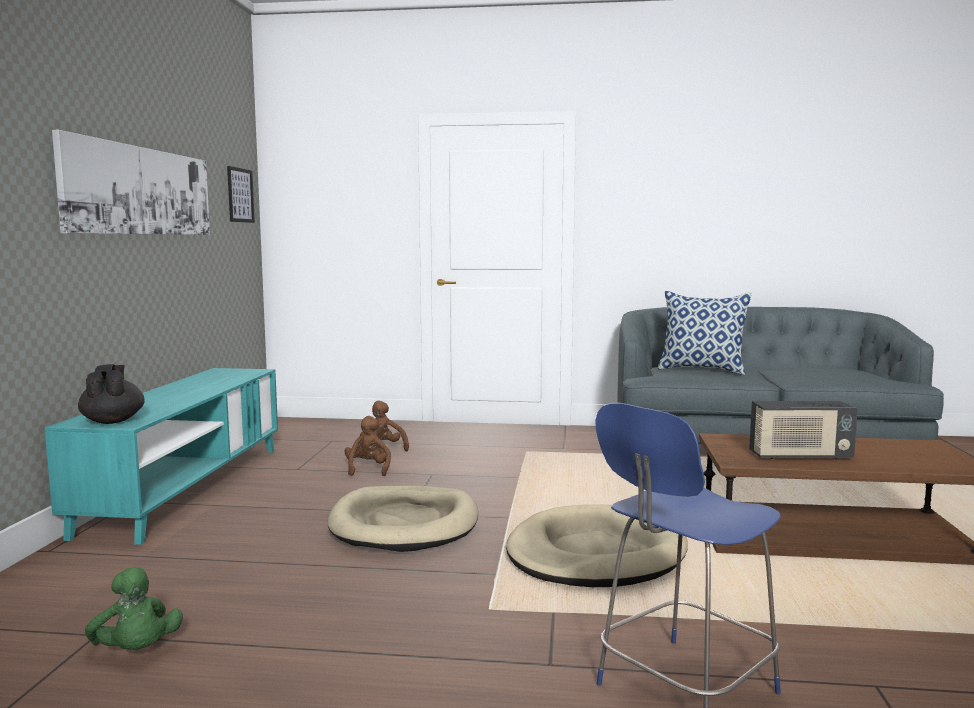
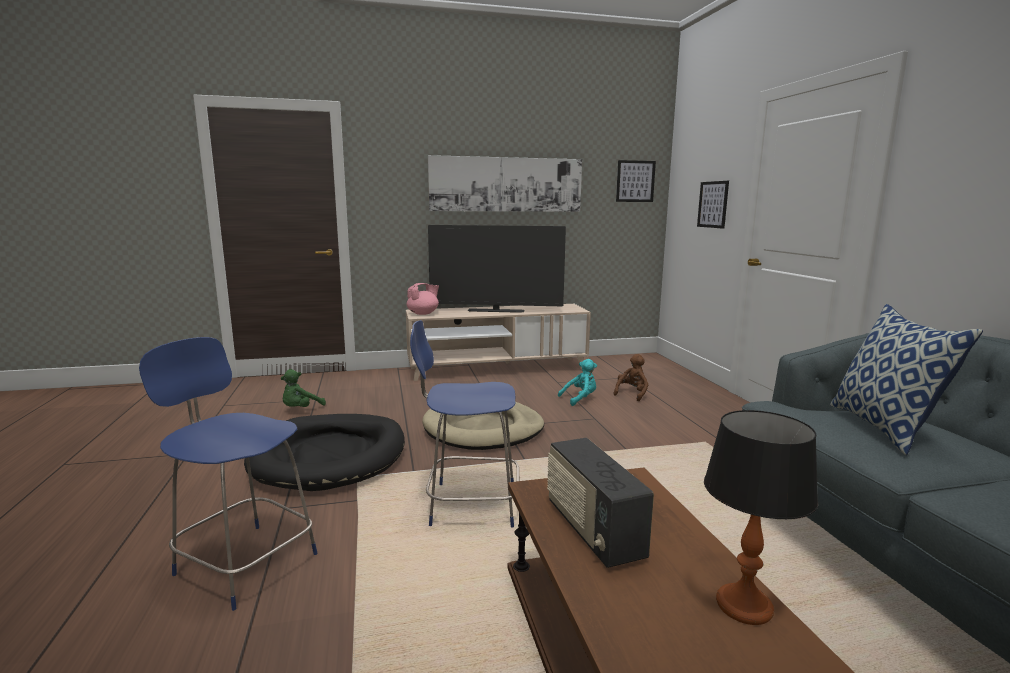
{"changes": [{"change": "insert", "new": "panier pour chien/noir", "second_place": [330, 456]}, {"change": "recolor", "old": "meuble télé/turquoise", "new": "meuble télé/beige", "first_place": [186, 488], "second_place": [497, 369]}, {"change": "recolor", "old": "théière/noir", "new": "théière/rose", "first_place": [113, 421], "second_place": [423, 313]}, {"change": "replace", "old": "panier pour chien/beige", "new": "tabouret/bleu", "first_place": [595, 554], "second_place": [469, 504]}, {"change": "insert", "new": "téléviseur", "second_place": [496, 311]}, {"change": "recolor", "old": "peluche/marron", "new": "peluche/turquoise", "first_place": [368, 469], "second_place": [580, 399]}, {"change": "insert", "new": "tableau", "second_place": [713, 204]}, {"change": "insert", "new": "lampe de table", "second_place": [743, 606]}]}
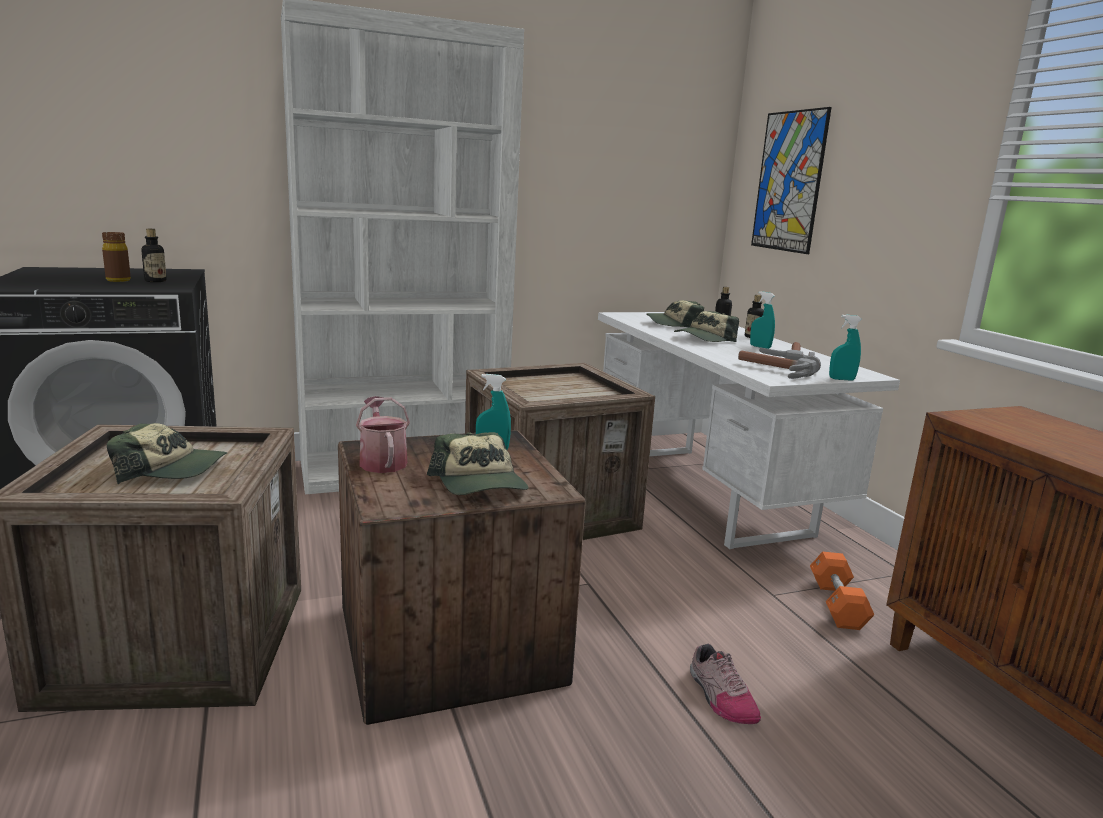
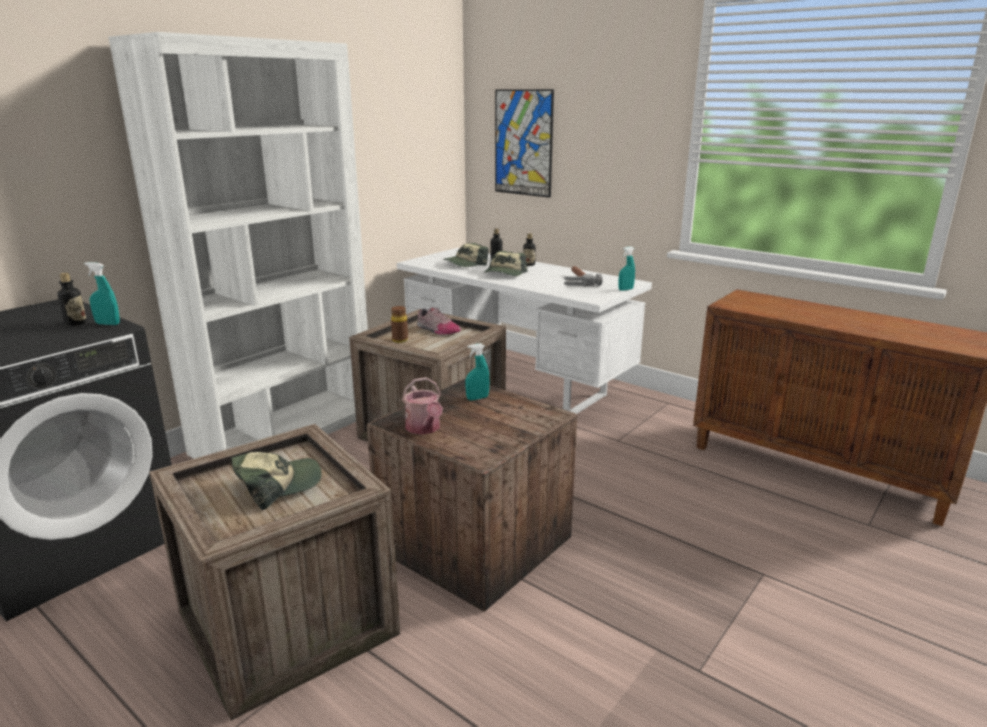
{"changes": [{"change": "move", "old": "vaporisateur/turquoise", "first_place": [760, 347], "second_place": [108, 324]}, {"change": "move", "old": "bouteille/marron", "first_place": [118, 280], "second_place": [400, 340]}, {"change": "rotate", "old": "arrosoir", "first_place": [382, 461], "second_place": [424, 428], "degrees": -150}, {"change": "move", "old": "chaussure", "first_place": [720, 697], "second_place": [437, 330]}, {"change": "delete", "old": "casquette", "first_place": [480, 484]}, {"change": "delete", "old": "marteau", "first_place": [772, 372]}, {"change": "delete", "old": "haltère/orange", "first_place": [837, 604]}]}
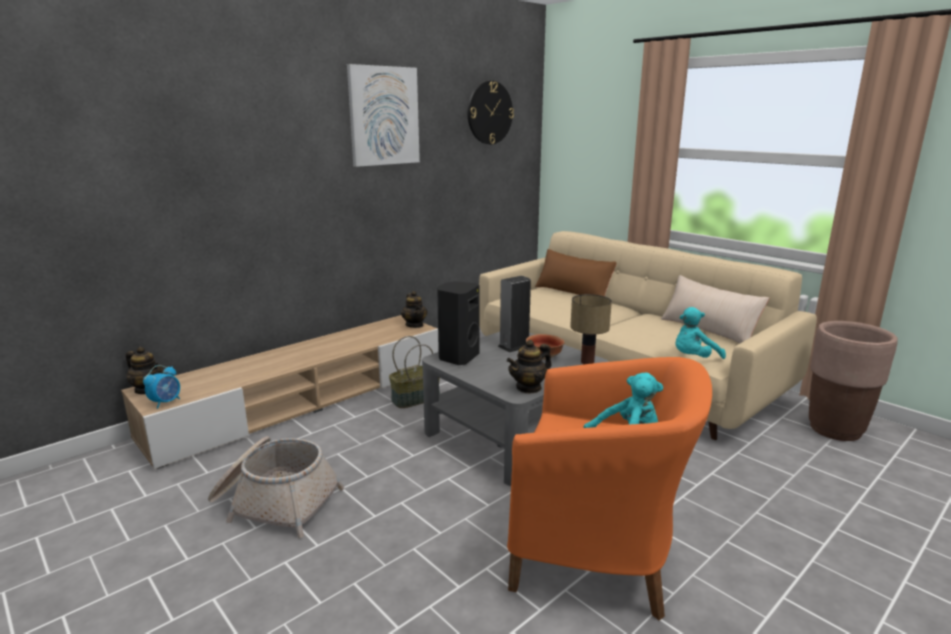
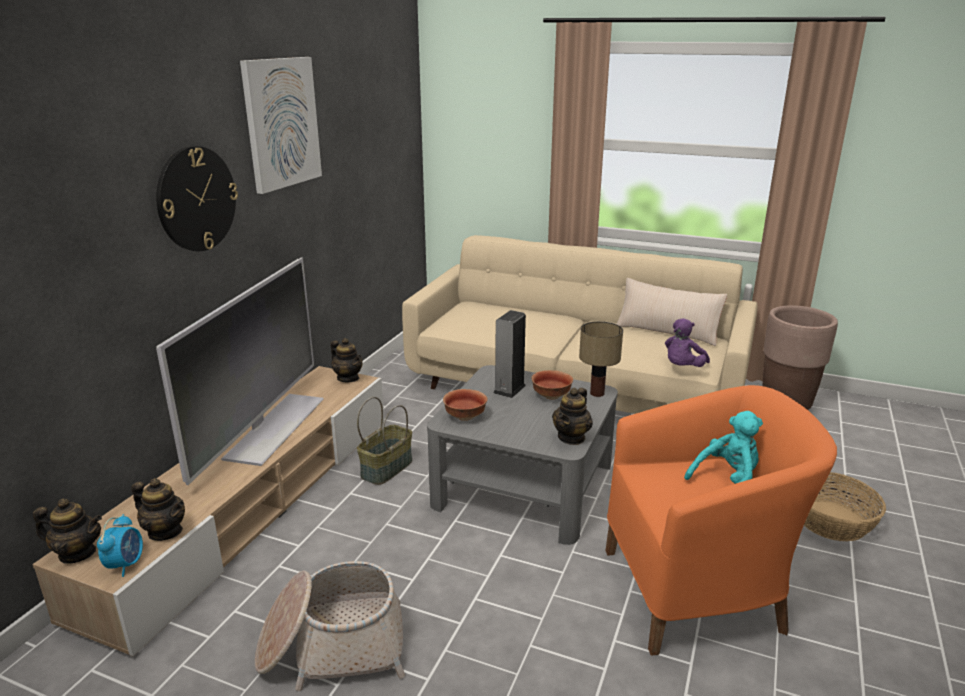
{"changes": [{"change": "insert", "new": "théière", "second_place": [165, 531]}, {"change": "move", "old": "horloge murale", "first_place": [489, 113], "second_place": [196, 199]}, {"change": "insert", "new": "téléviseur", "second_place": [273, 427]}, {"change": "replace", "old": "enceinte/noir", "new": "bol", "first_place": [457, 357], "second_place": [465, 416]}, {"change": "recolor", "old": "peluche/turquoise", "new": "peluche/violet", "first_place": [694, 358], "second_place": [682, 367]}, {"change": "insert", "new": "panier", "second_place": [832, 521]}, {"change": "delete", "old": "coussin/marron", "first_place": [573, 292]}]}
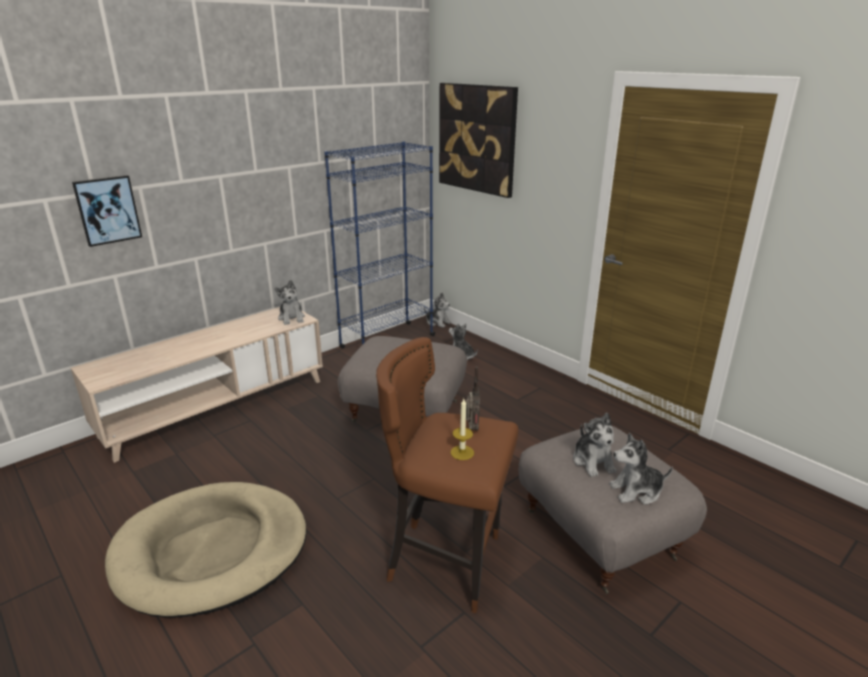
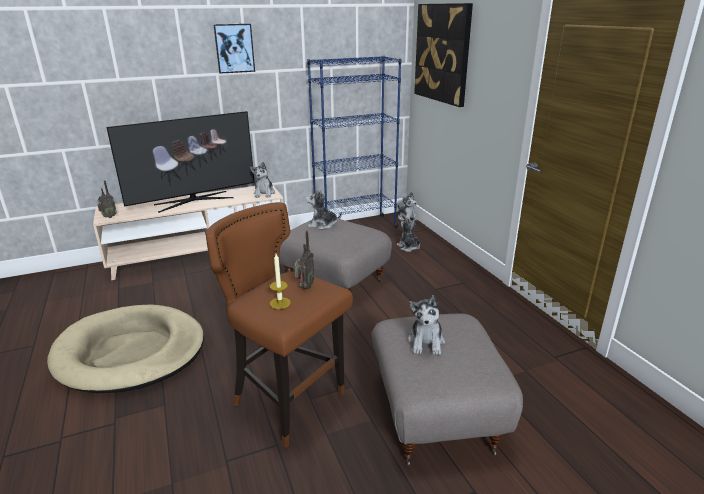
{"changes": [{"change": "insert", "new": "radio", "second_place": [109, 217]}, {"change": "insert", "new": "téléviseur", "second_place": [193, 201]}, {"change": "move", "old": "tableau", "first_place": [107, 210], "second_place": [234, 48]}, {"change": "move", "old": "peluche", "first_place": [636, 491], "second_place": [322, 225]}]}
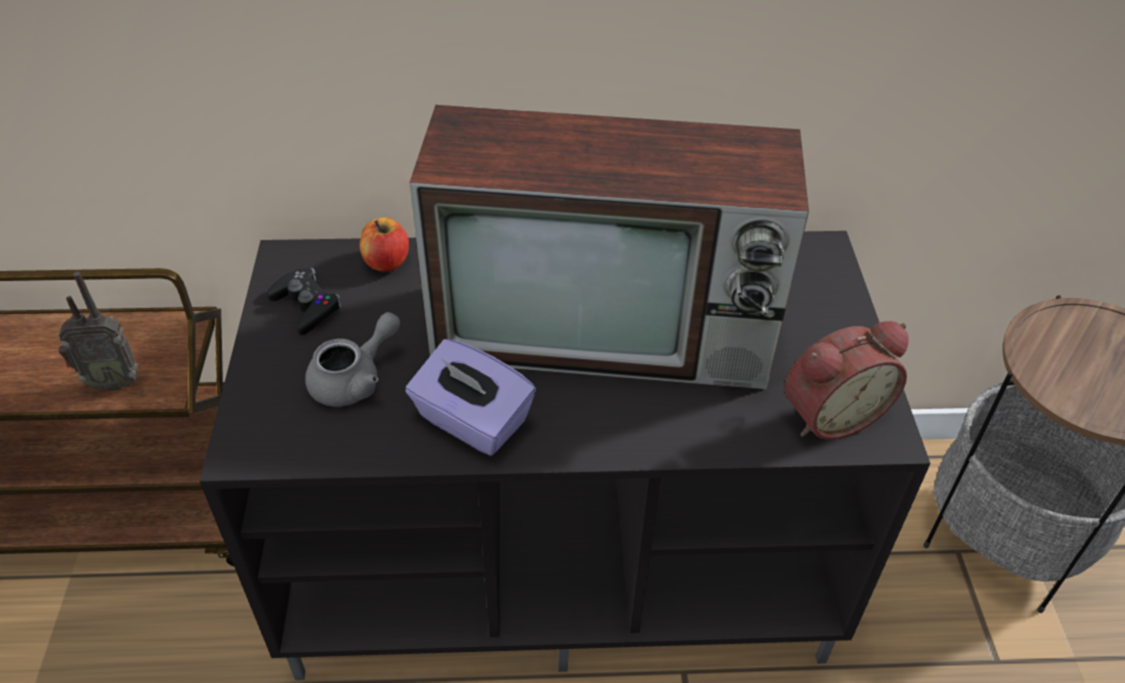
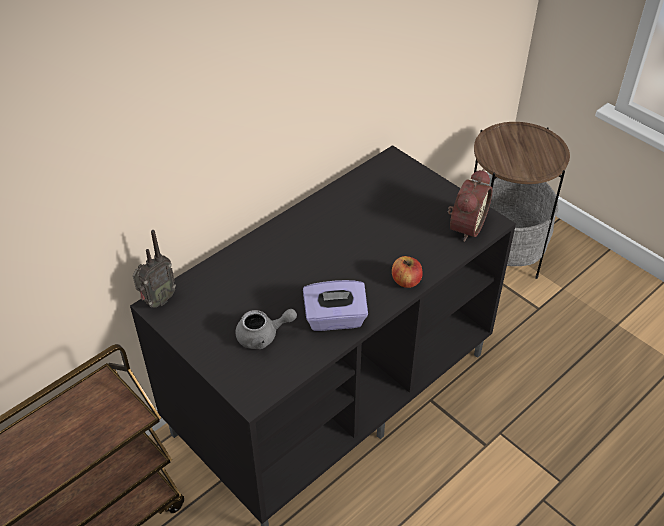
{"changes": [{"change": "move", "old": "radio", "first_place": [113, 381], "second_place": [157, 301]}, {"change": "rotate", "old": "théière/gris", "first_place": [355, 379], "second_place": [263, 336], "degrees": 75}, {"change": "move", "old": "pomme", "first_place": [387, 262], "second_place": [406, 281]}, {"change": "delete", "old": "manette/noir", "first_place": [306, 306]}, {"change": "delete", "old": "téléviseur", "first_place": [608, 331]}]}
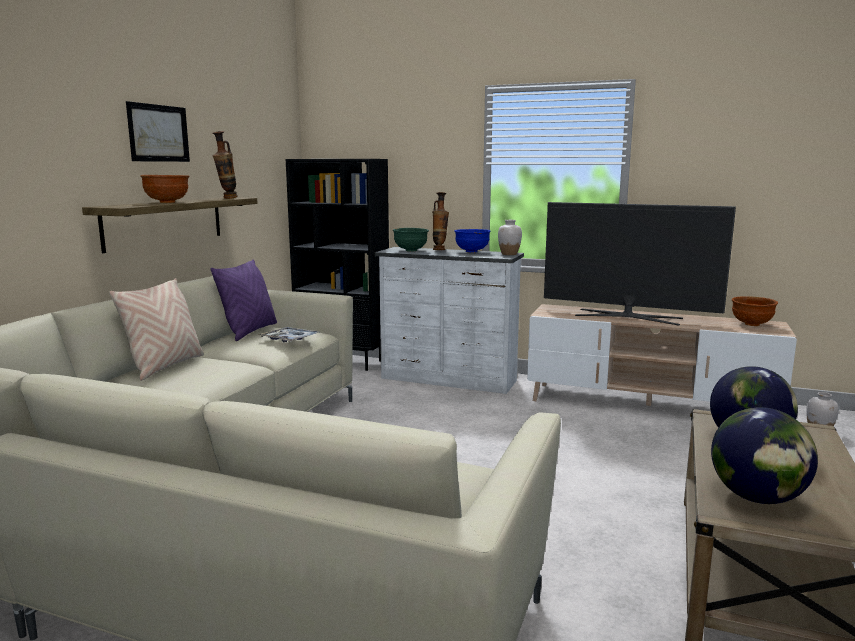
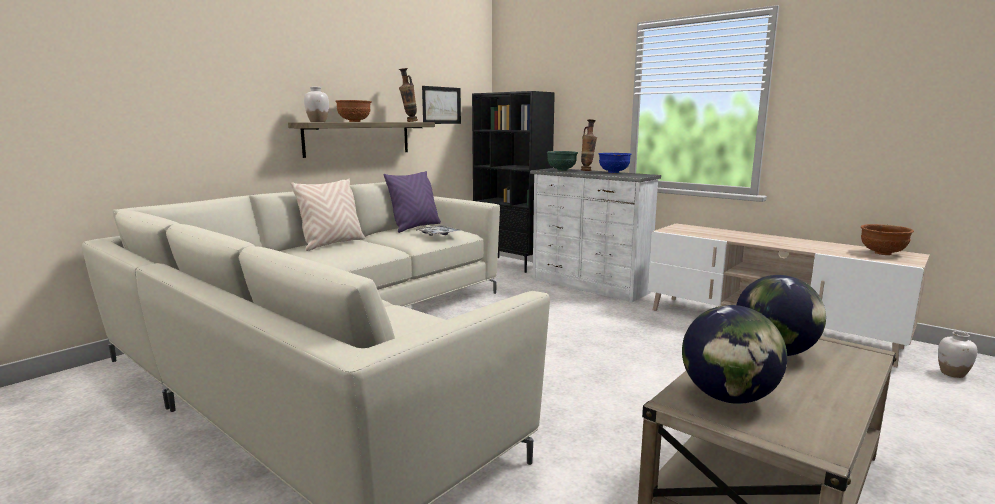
{"changes": [{"change": "move", "old": "vase/blanc", "first_place": [509, 254], "second_place": [318, 122]}, {"change": "move", "old": "tableau", "first_place": [158, 133], "second_place": [441, 105]}, {"change": "delete", "old": "téléviseur", "first_place": [628, 317]}]}
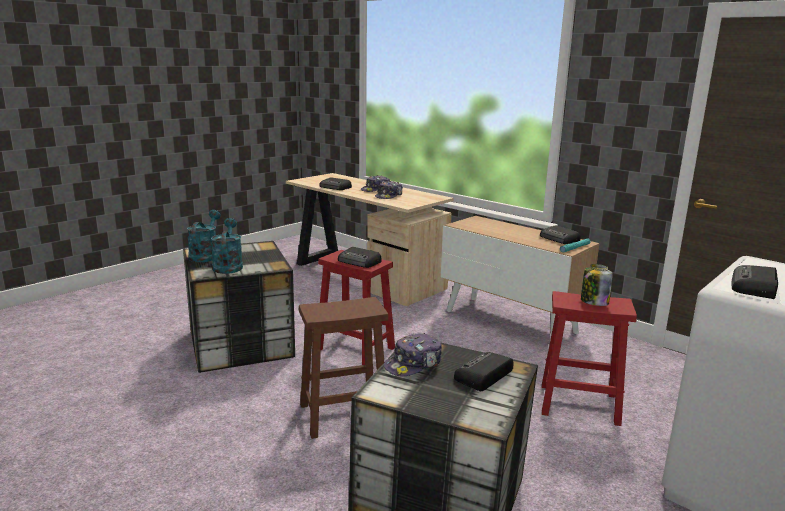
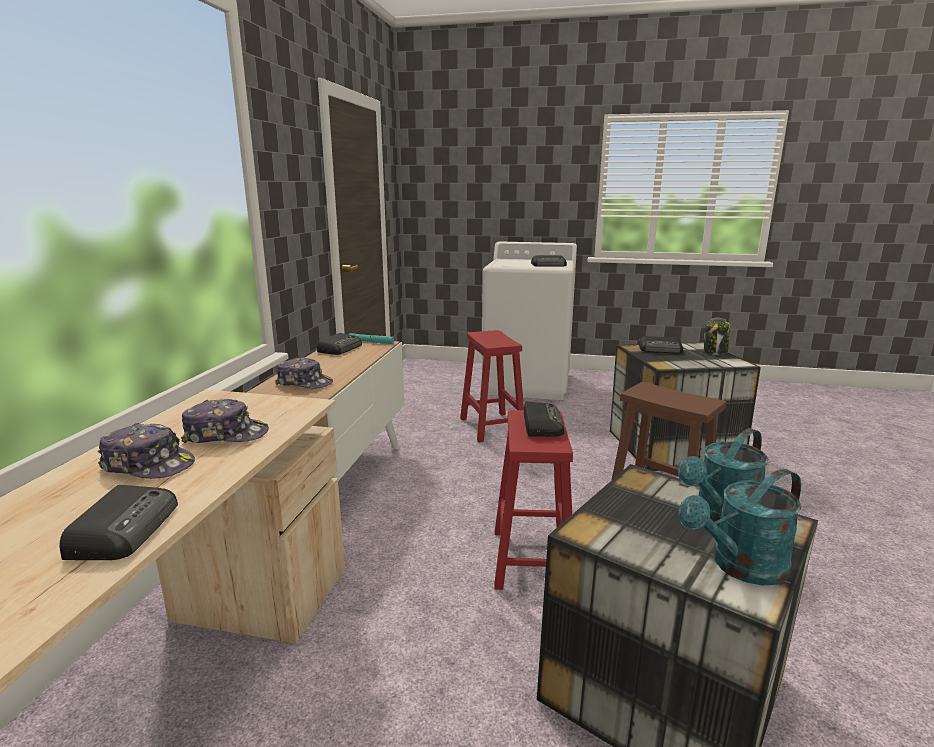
{"changes": [{"change": "move", "old": "casquette", "first_place": [413, 364], "second_place": [304, 383]}, {"change": "move", "old": "bocal", "first_place": [594, 302], "second_place": [715, 352]}]}
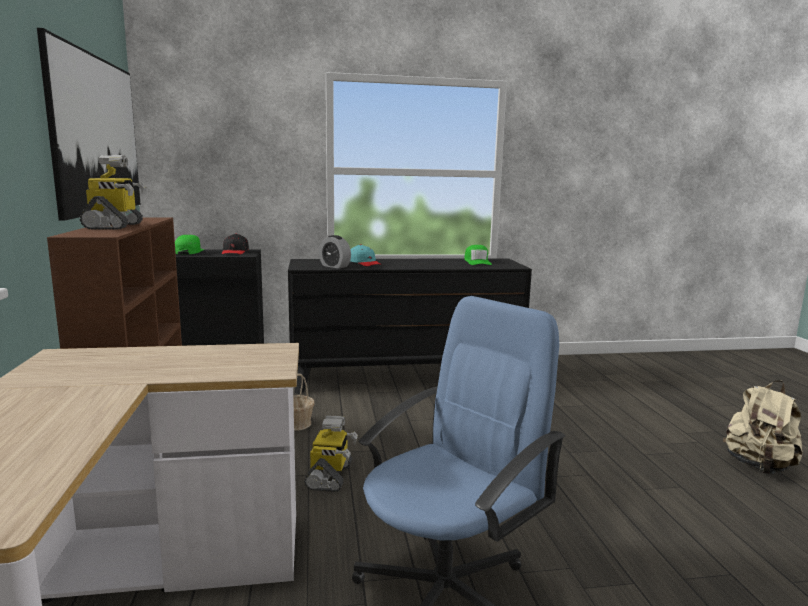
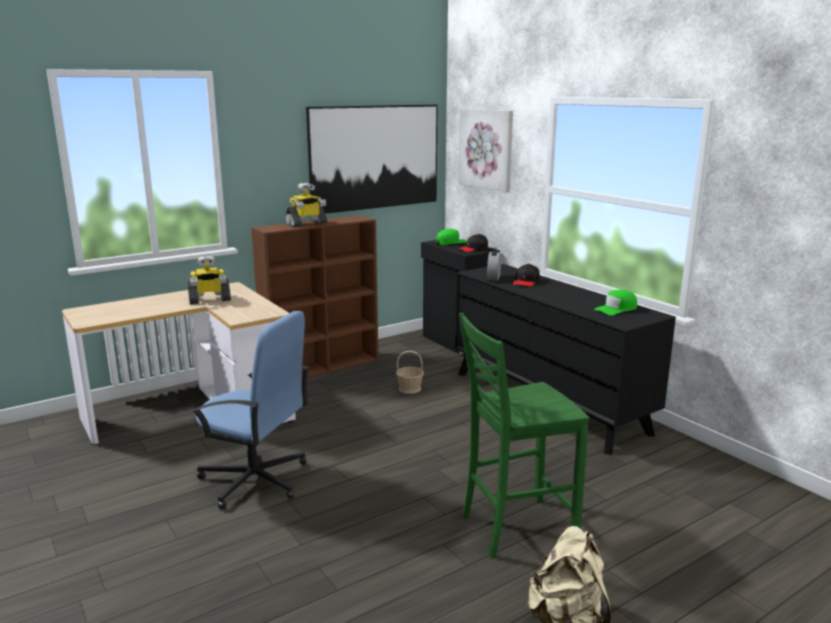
{"changes": [{"change": "move", "old": "robot jouet", "first_place": [330, 476], "second_place": [209, 300]}, {"change": "insert", "new": "tableau", "second_place": [486, 149]}, {"change": "insert", "new": "chaise/vert", "second_place": [515, 527]}, {"change": "recolor", "old": "casquette/turquoise", "new": "casquette/noir", "first_place": [365, 263], "second_place": [526, 282]}]}
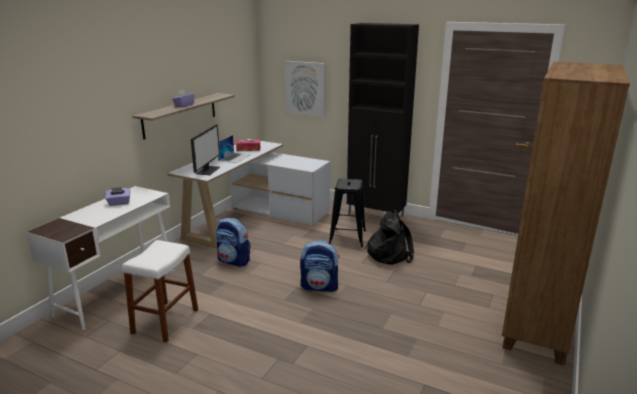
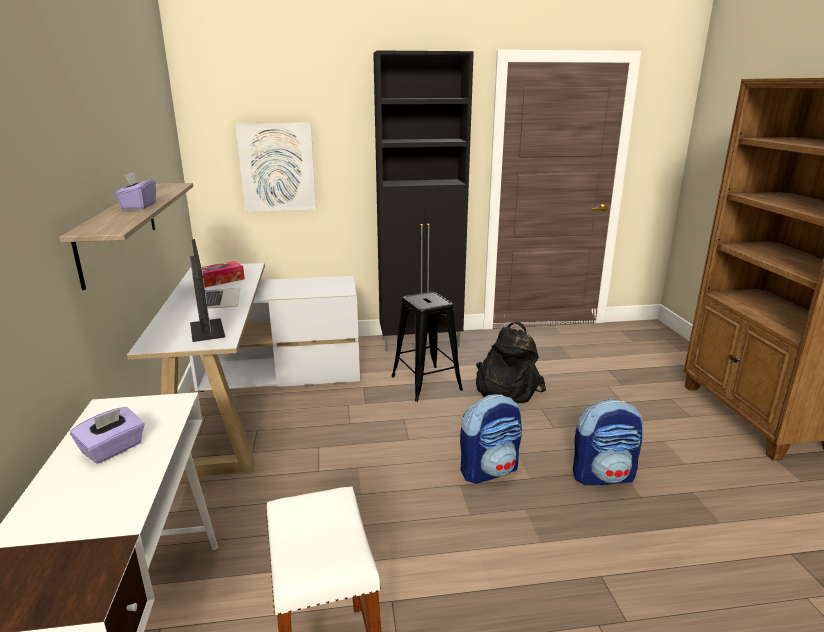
{"changes": [{"change": "move", "old": "sac à dos", "first_place": [234, 261], "second_place": [603, 476]}]}
